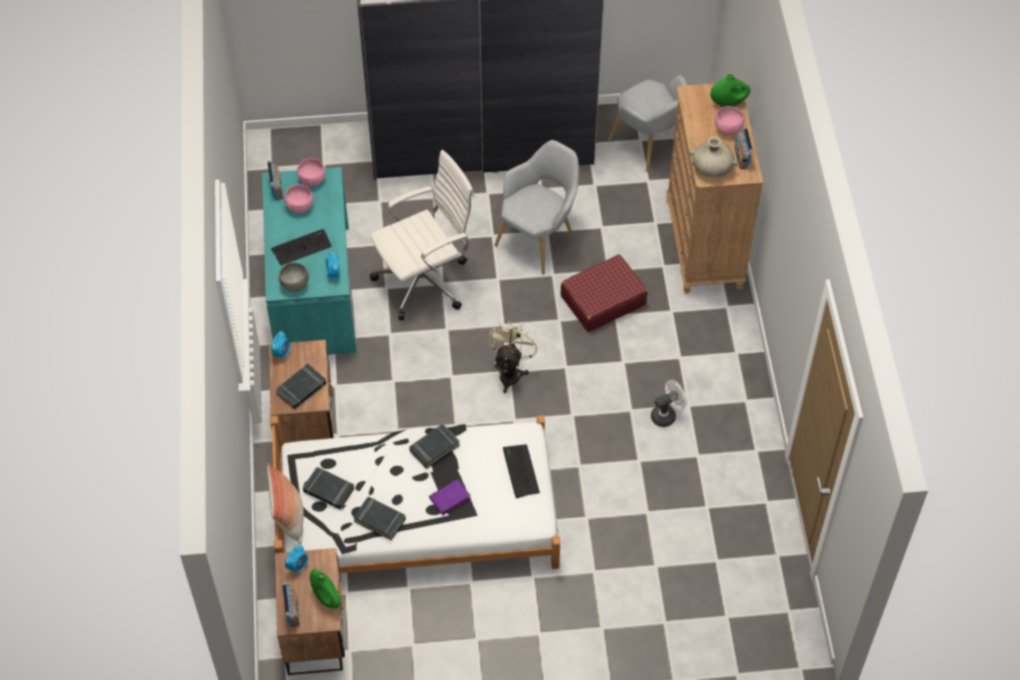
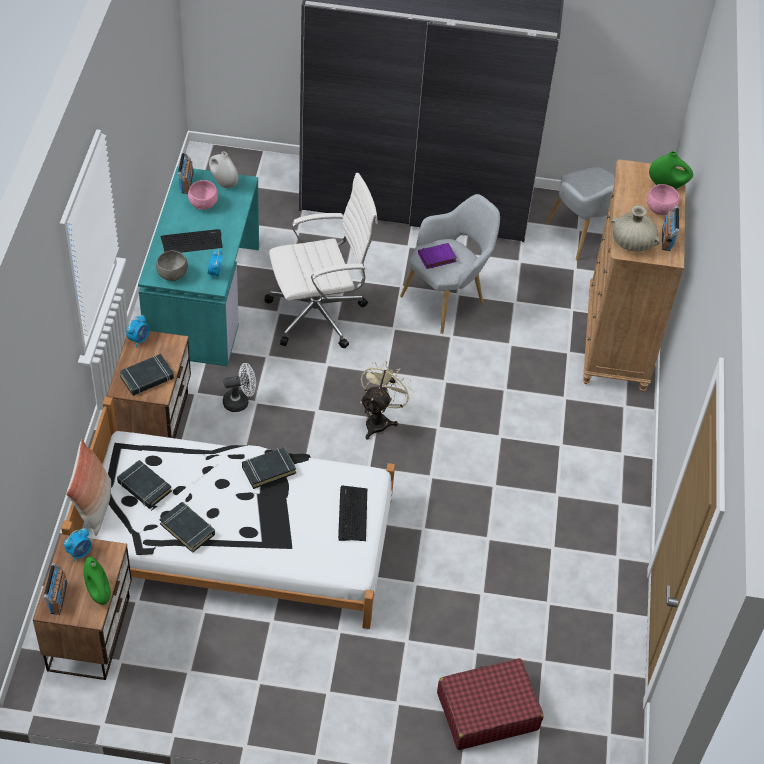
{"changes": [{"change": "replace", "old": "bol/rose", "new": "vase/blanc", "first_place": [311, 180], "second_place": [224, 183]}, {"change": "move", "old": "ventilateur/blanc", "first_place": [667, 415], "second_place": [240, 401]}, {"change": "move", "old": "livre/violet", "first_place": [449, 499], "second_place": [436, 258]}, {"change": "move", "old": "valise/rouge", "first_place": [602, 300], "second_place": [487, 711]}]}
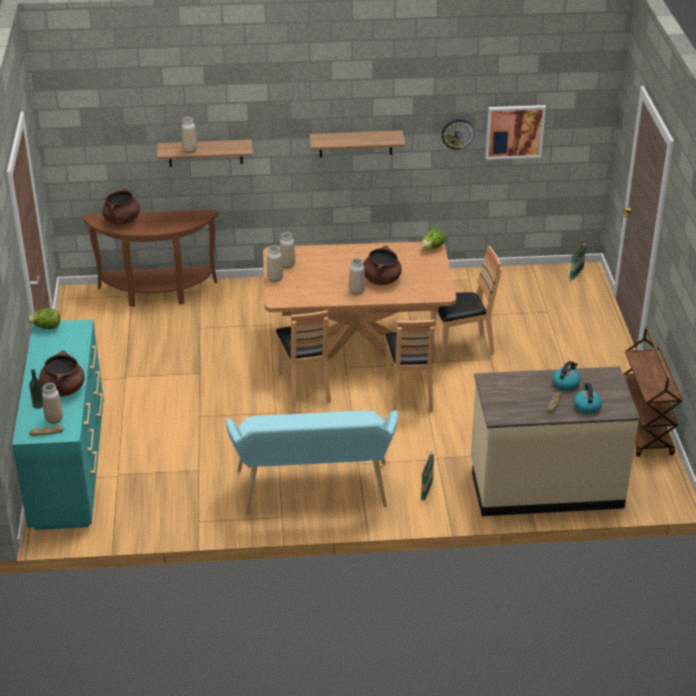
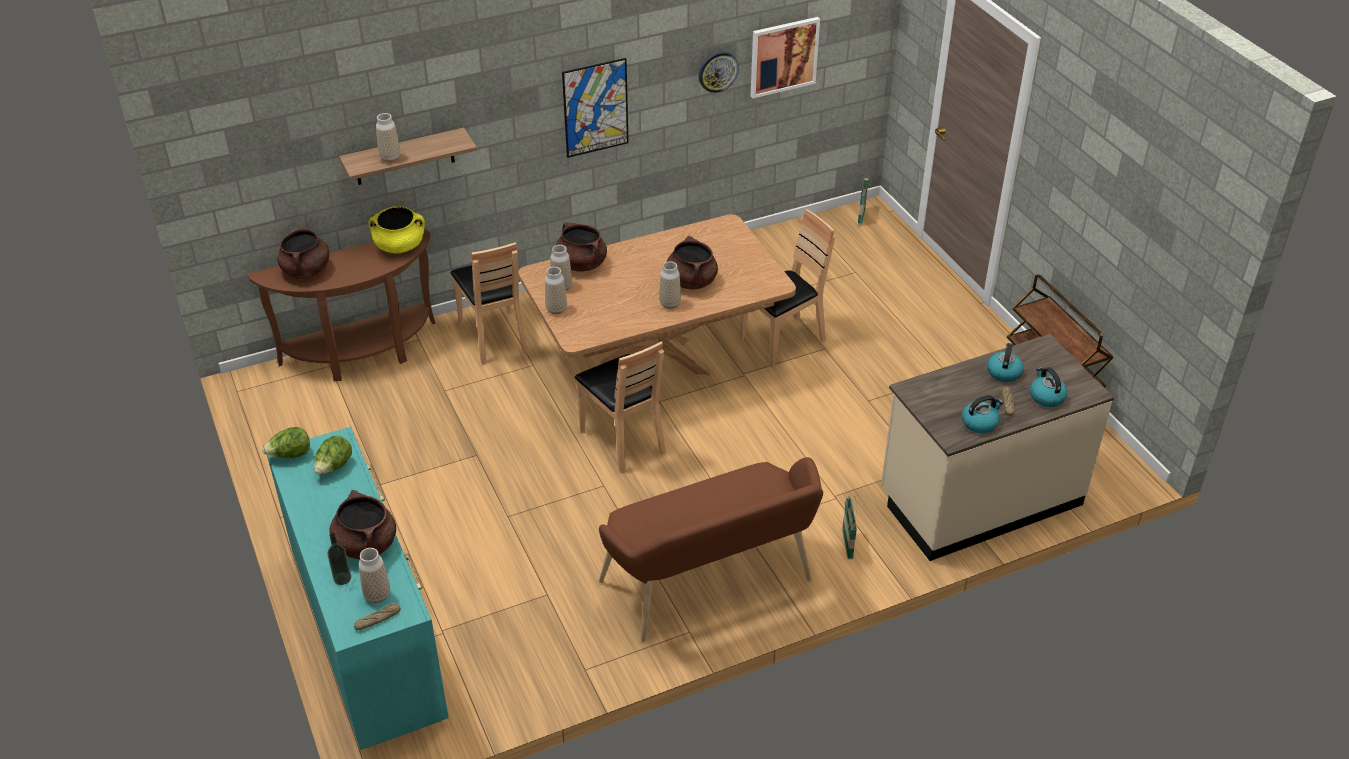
{"changes": [{"change": "move", "old": "laitue", "first_place": [432, 248], "second_place": [334, 467]}, {"change": "insert", "new": "marmite/jaune", "second_place": [400, 246]}, {"change": "move", "old": "chaise/marron", "first_place": [410, 394], "second_place": [494, 337]}, {"change": "insert", "new": "marmite/marron", "second_place": [581, 264]}, {"change": "replace", "old": "étagère", "new": "tableau", "first_place": [355, 143], "second_place": [595, 108]}, {"change": "recolor", "old": "banc/turquoise", "new": "banc/marron", "first_place": [314, 493], "second_place": [712, 587]}, {"change": "insert", "new": "bouilloire", "second_place": [980, 423]}]}
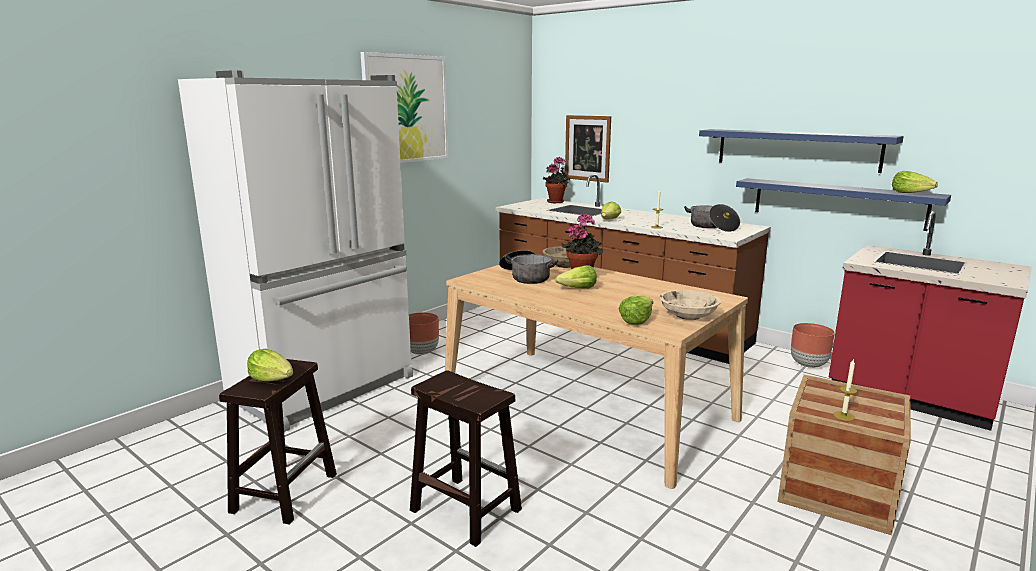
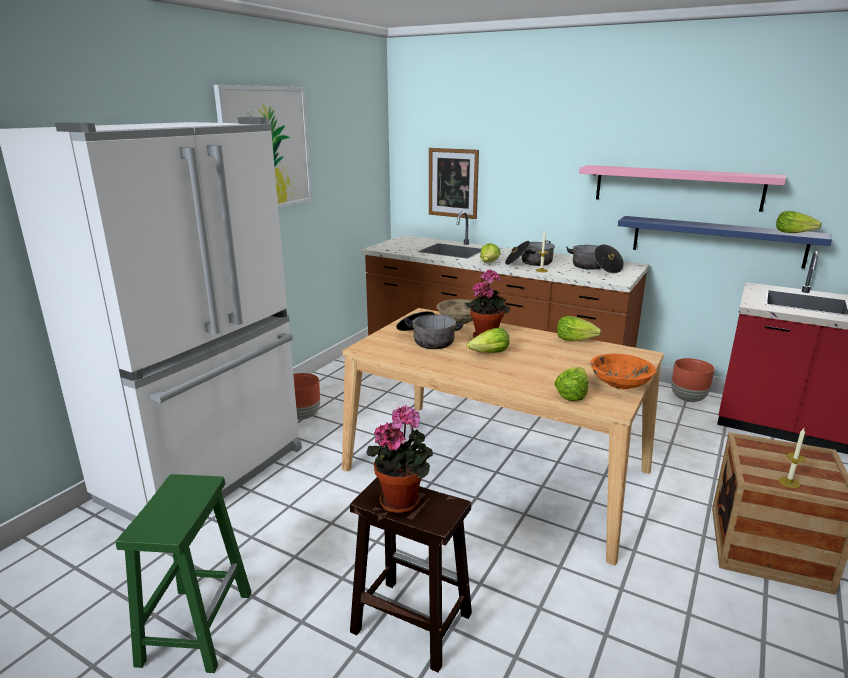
{"changes": [{"change": "recolor", "old": "tabouret/marron", "new": "tabouret/vert", "first_place": [285, 492], "second_place": [197, 625]}, {"change": "move", "old": "plante en pot", "first_place": [557, 202], "second_place": [403, 500]}, {"change": "insert", "new": "marmite", "second_place": [529, 263]}, {"change": "move", "old": "laitue", "first_place": [273, 379], "second_place": [575, 339]}, {"change": "recolor", "old": "étagère/bleu", "new": "étagère/rose", "first_place": [796, 149], "second_place": [676, 187]}, {"change": "recolor", "old": "bol/beige", "new": "bol/orange", "first_place": [688, 316], "second_place": [620, 383]}]}
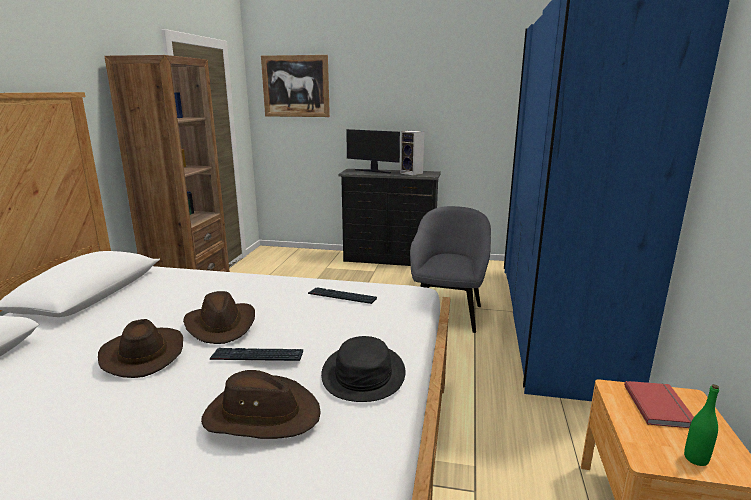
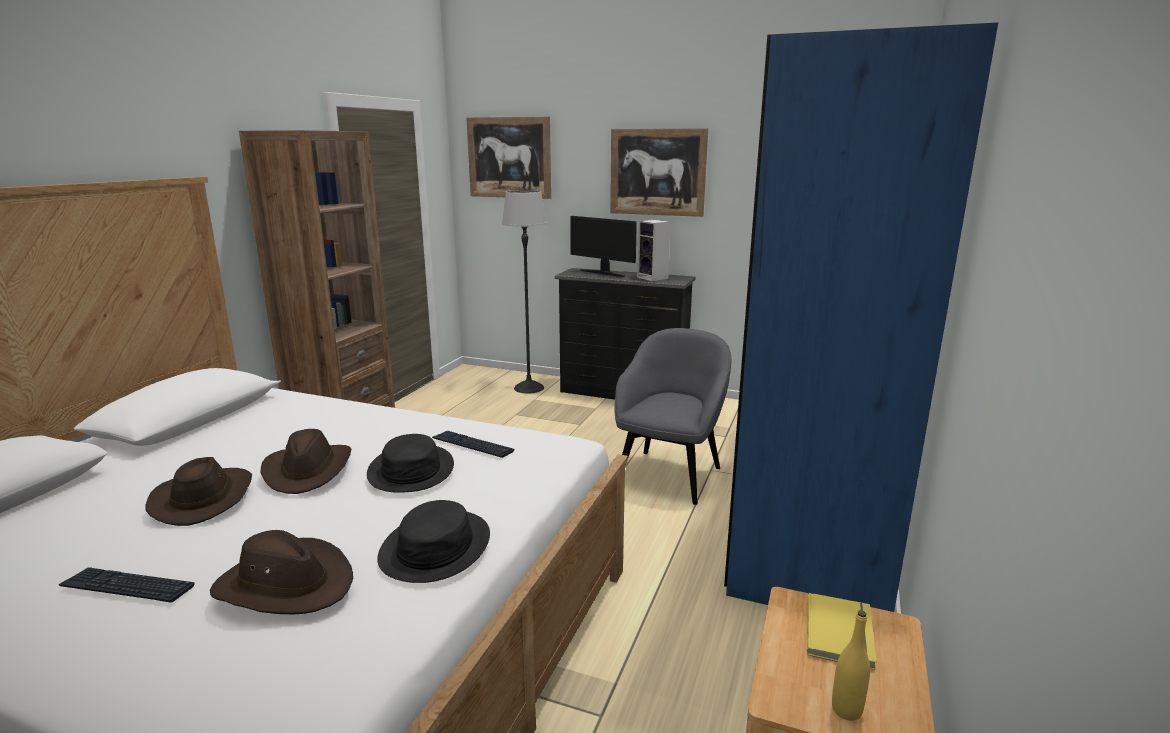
{"changes": [{"change": "move", "old": "clavier", "first_place": [257, 356], "second_place": [127, 587]}, {"change": "insert", "new": "chapeau/noir", "second_place": [410, 470]}, {"change": "insert", "new": "lampadaire", "second_place": [529, 388]}, {"change": "insert", "new": "tableau", "second_place": [657, 172]}, {"change": "recolor", "old": "livre/rouge", "new": "livre/jaune", "first_place": [660, 406], "second_place": [842, 633]}, {"change": "recolor", "old": "bouteille/vert", "new": "bouteille/jaune", "first_place": [696, 459], "second_place": [846, 710]}]}
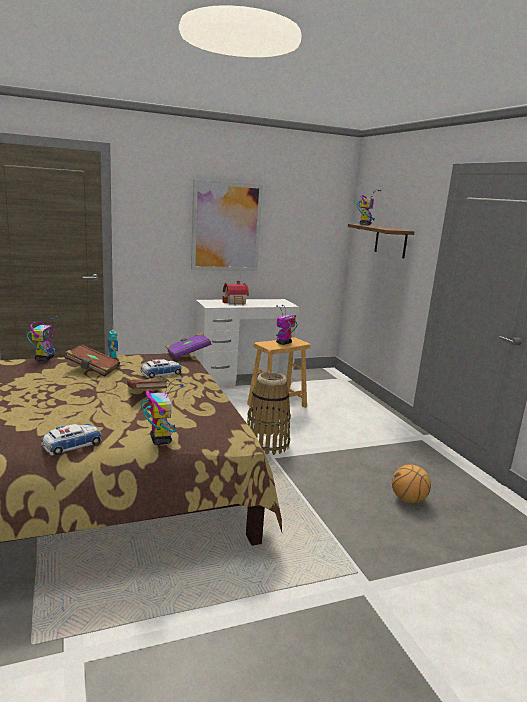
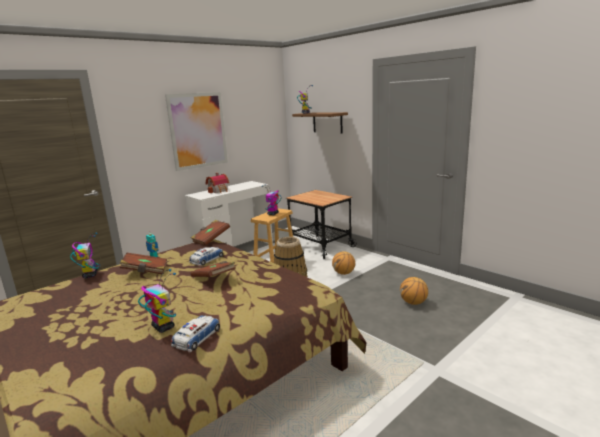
{"changes": [{"change": "move", "old": "robot jouet", "first_place": [160, 440], "second_place": [163, 327]}, {"change": "recolor", "old": "livre/violet", "new": "livre/marron", "first_place": [188, 354], "second_place": [211, 239]}, {"change": "insert", "new": "chariot", "second_place": [320, 246]}, {"change": "insert", "new": "ballon de basket", "second_place": [344, 273]}]}
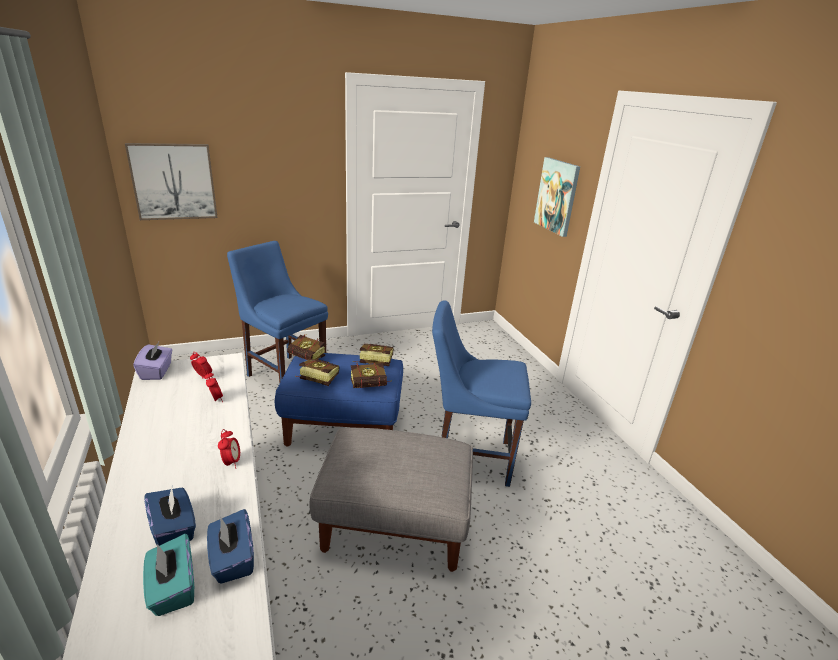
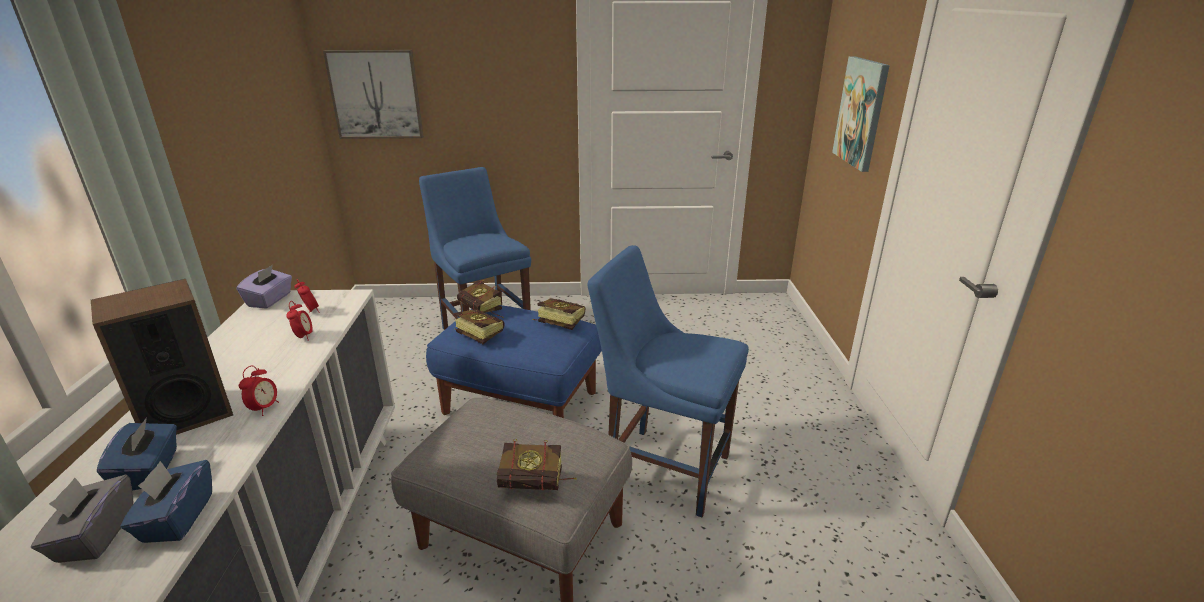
{"changes": [{"change": "recolor", "old": "boîte à mouchoirs/turquoise", "new": "boîte à mouchoirs/gris", "first_place": [173, 589], "second_place": [95, 536]}, {"change": "insert", "new": "enceinte", "second_place": [186, 415]}, {"change": "move", "old": "livre", "first_place": [372, 386], "second_place": [538, 485]}]}
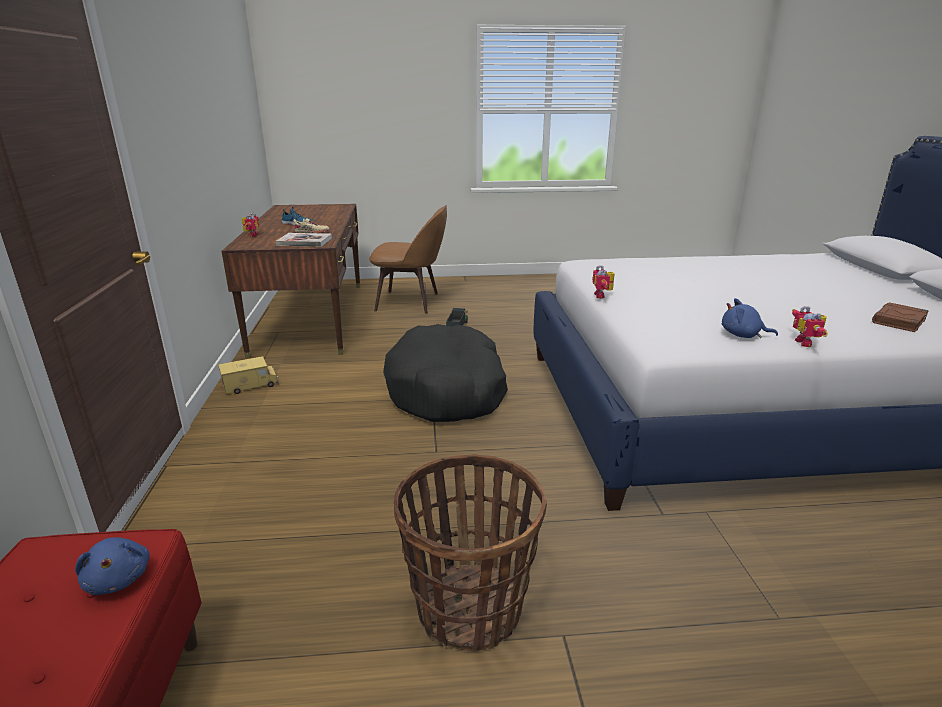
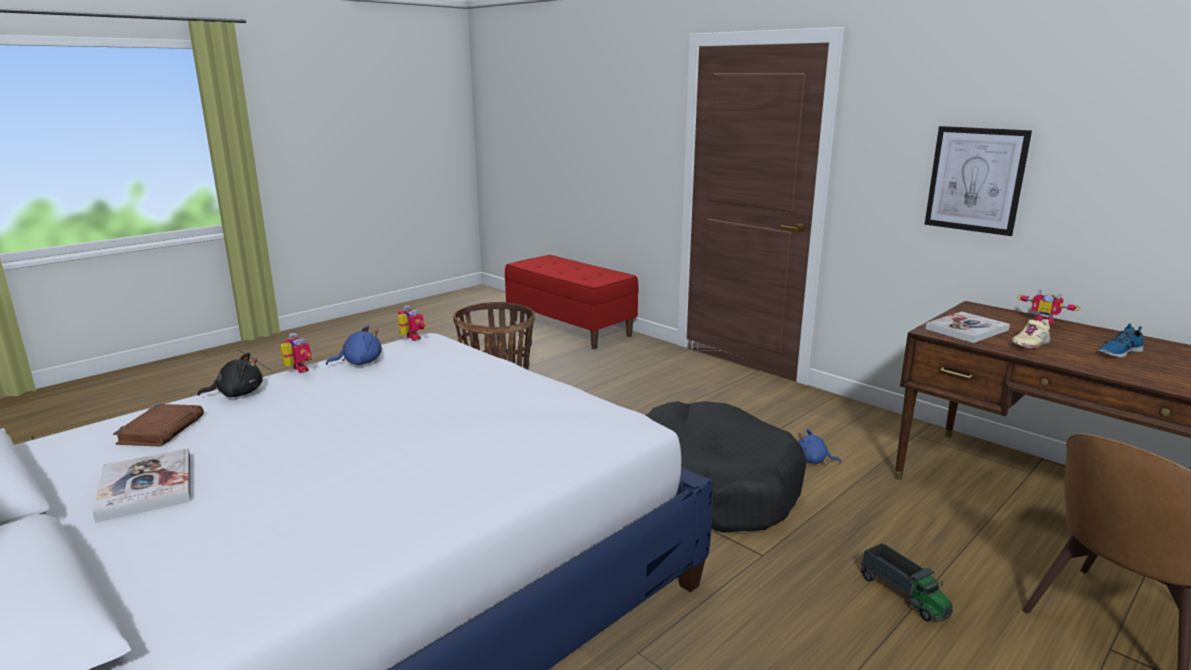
{"changes": [{"change": "insert", "new": "livre", "second_place": [146, 487]}, {"change": "insert", "new": "peluche/noir", "second_place": [237, 394]}, {"change": "move", "old": "robot jouet", "first_place": [602, 295], "second_place": [410, 338]}, {"change": "move", "old": "peluche/bleu", "first_place": [119, 579], "second_place": [813, 460]}, {"change": "insert", "new": "tableau", "second_place": [975, 180]}, {"change": "delete", "old": "camion jouet", "first_place": [250, 385]}]}
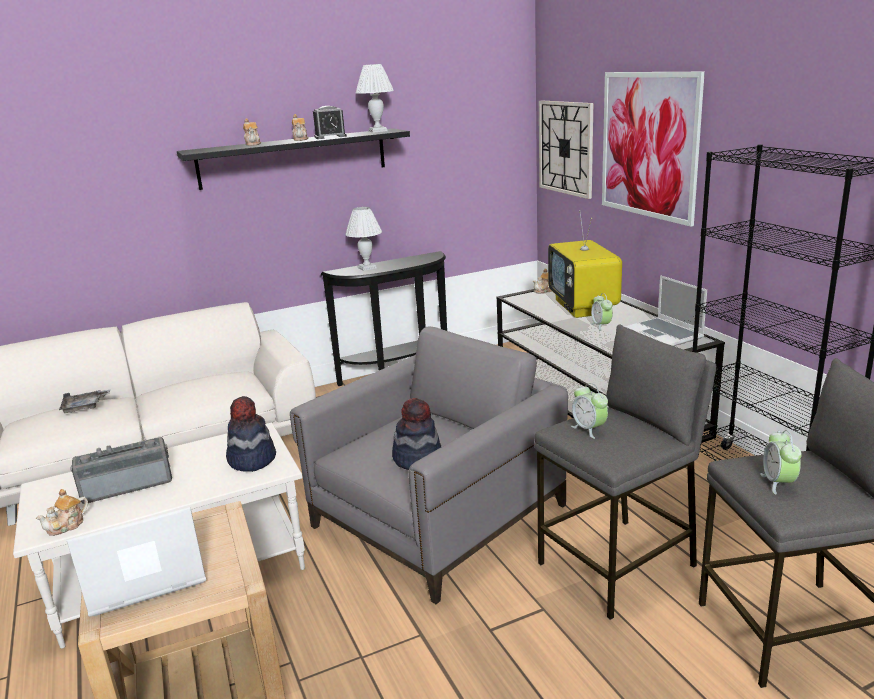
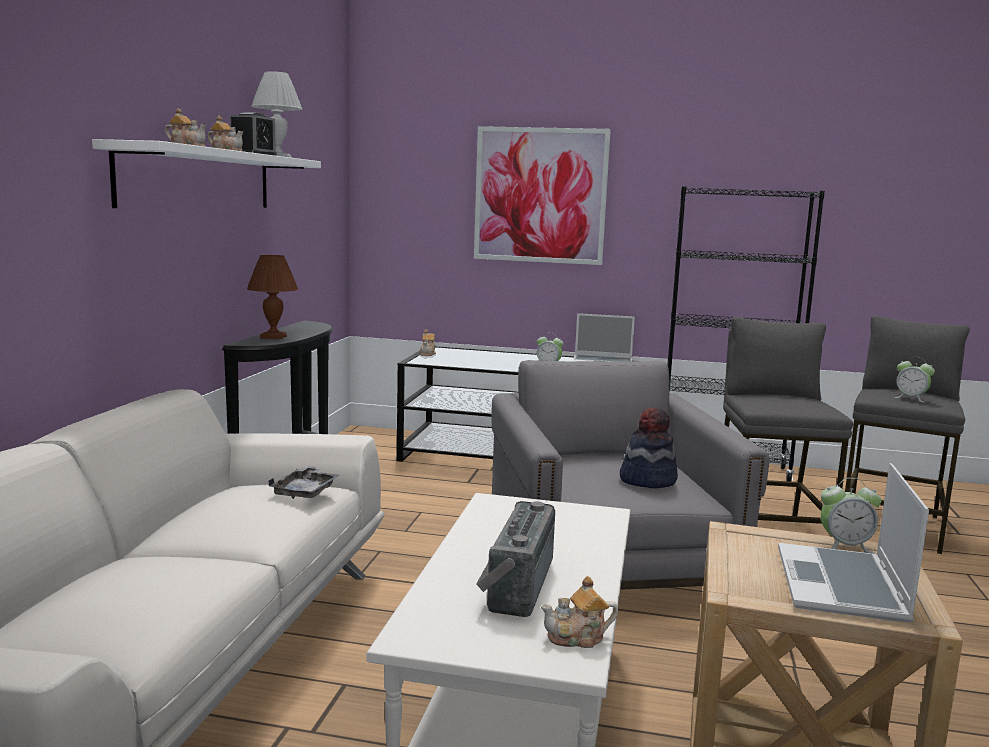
{"changes": [{"change": "recolor", "old": "étagère/noir", "new": "étagère/blanc", "first_place": [293, 158], "second_place": [199, 179]}, {"change": "recolor", "old": "lampe de table/blanc", "new": "lampe de table/marron", "first_place": [366, 268], "second_place": [272, 337]}, {"change": "move", "old": "plateau/gris", "first_place": [84, 407], "second_place": [306, 491]}, {"change": "rotate", "old": "théière", "first_place": [67, 526], "second_place": [578, 638], "degrees": 90}, {"change": "move", "old": "réveil", "first_place": [589, 429], "second_place": [845, 546]}, {"change": "delete", "old": "chapeau", "first_place": [251, 459]}, {"change": "delete", "old": "horloge murale", "first_place": [566, 148]}, {"change": "delete", "old": "téléviseur", "first_place": [583, 307]}]}
